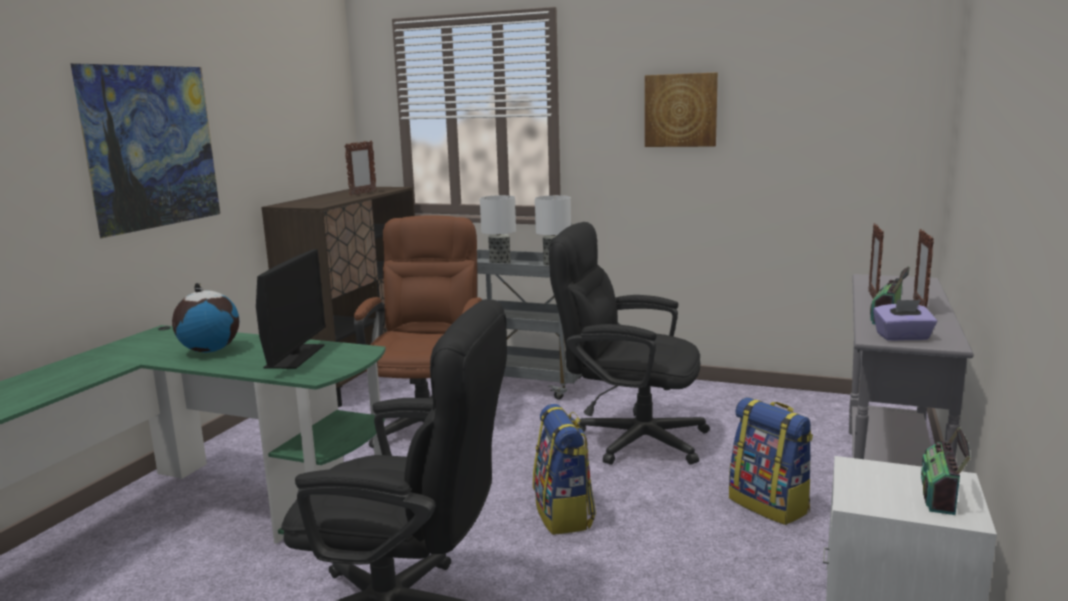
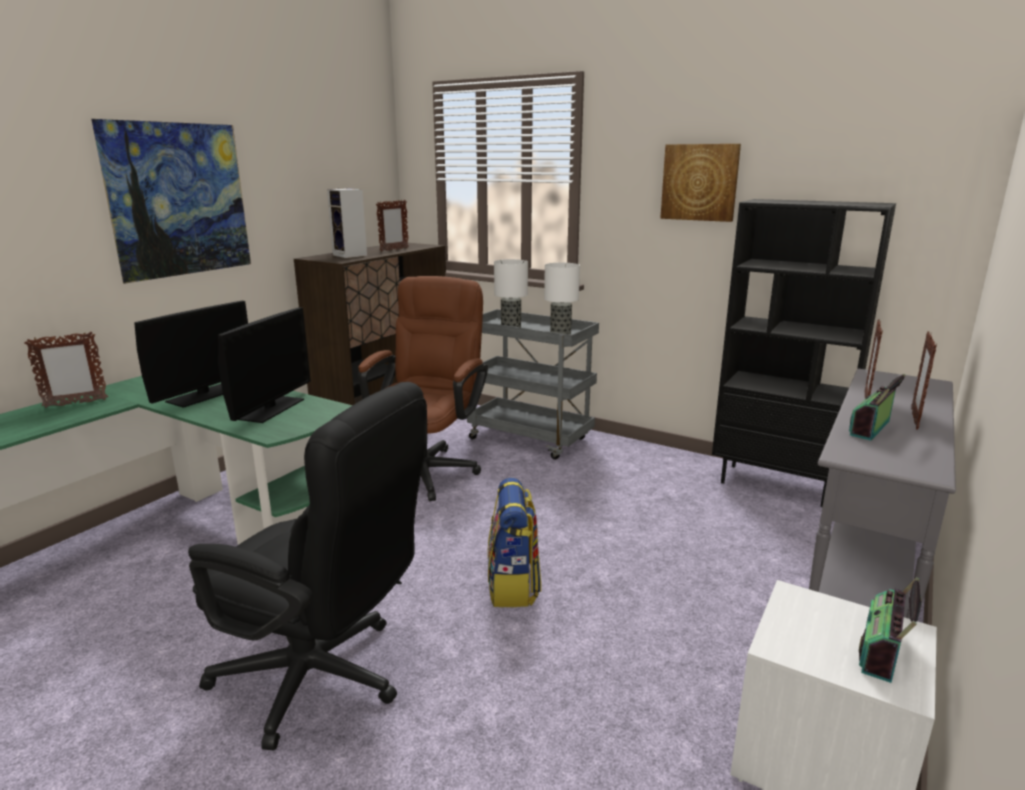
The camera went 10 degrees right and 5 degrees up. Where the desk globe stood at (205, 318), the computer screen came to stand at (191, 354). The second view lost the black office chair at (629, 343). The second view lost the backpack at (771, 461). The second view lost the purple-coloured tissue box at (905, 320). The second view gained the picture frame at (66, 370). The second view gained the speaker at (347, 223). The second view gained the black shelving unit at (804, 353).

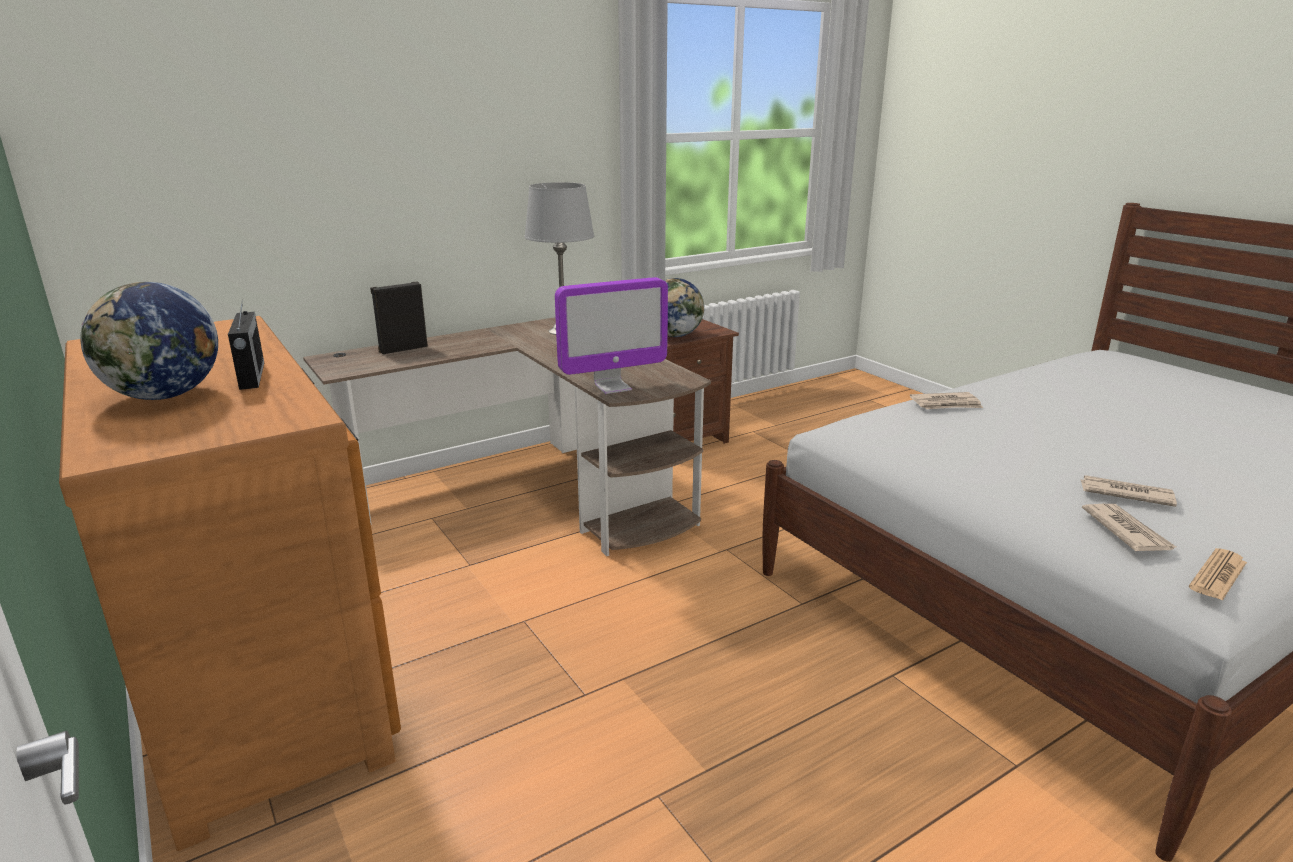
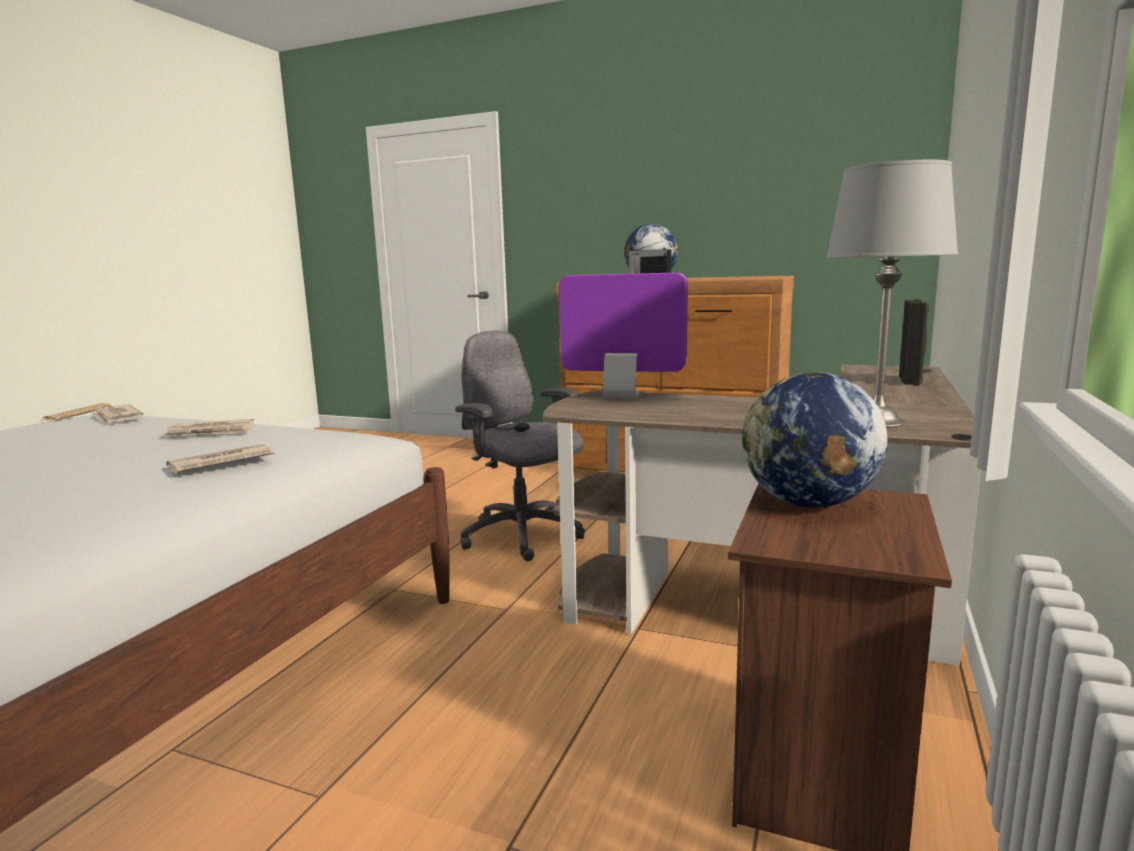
The camera went 145 degrees right and 10 degrees down. The computer screen at (611, 335) ended up facing another way, 75 degrees clockwise from before. The daily paper ended up elsewhere, having gone from (1129, 491) to (209, 428). The second view gained the greyish office chair at (520, 446).

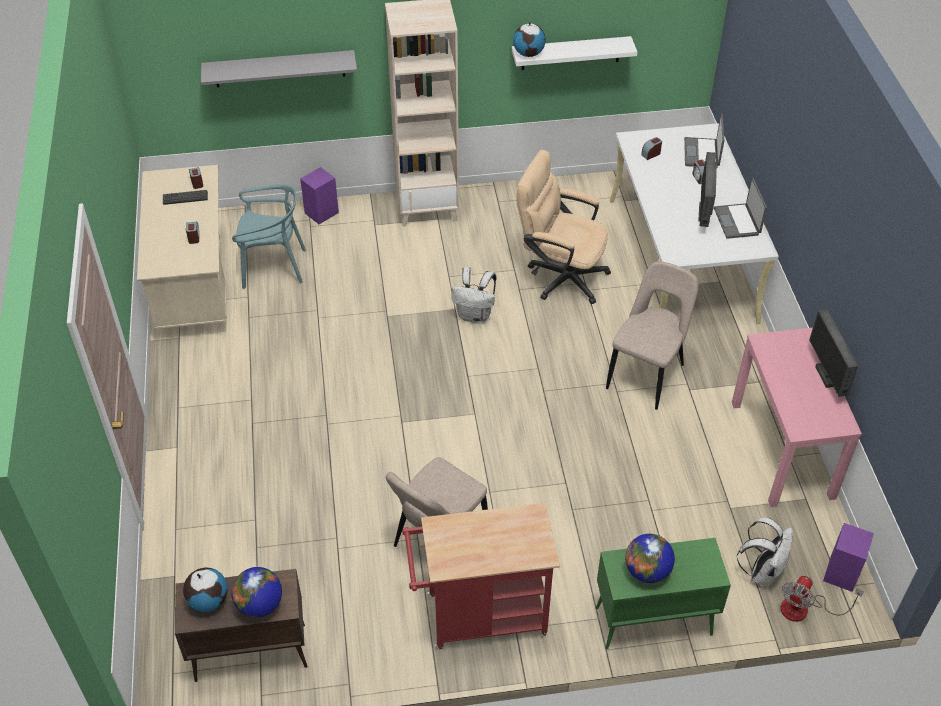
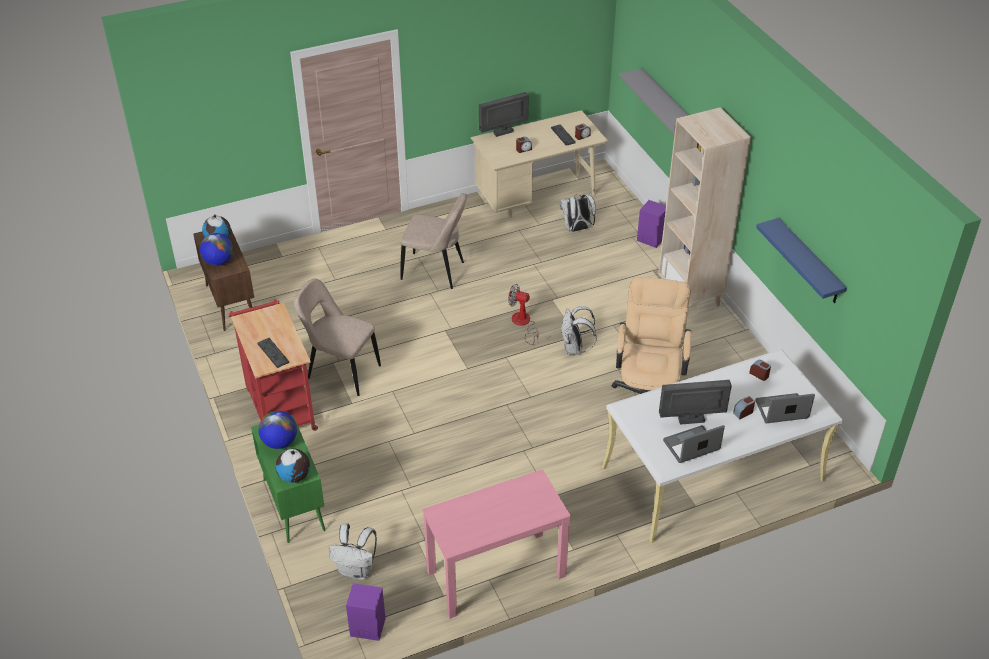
The camera went 75 degrees right and 5 degrees down. Where the turquoise-coloured plain chair stood at (269, 236), the white-coloured backpack came to stand at (578, 213). What was the white-coloured shelf at (574, 53) turned into the blue shelf at (801, 260). The desk globe ended up elsewhere, having gone from (529, 39) to (292, 465). The sand-coloured plain chair ended up elsewhere, having gone from (652, 335) to (433, 241). The cooling fan ended up elsewhere, having gone from (822, 599) to (523, 314). The computer screen ended up elsewhere, having gone from (833, 353) to (504, 114). The second view gained the computer keyboard at (273, 353).

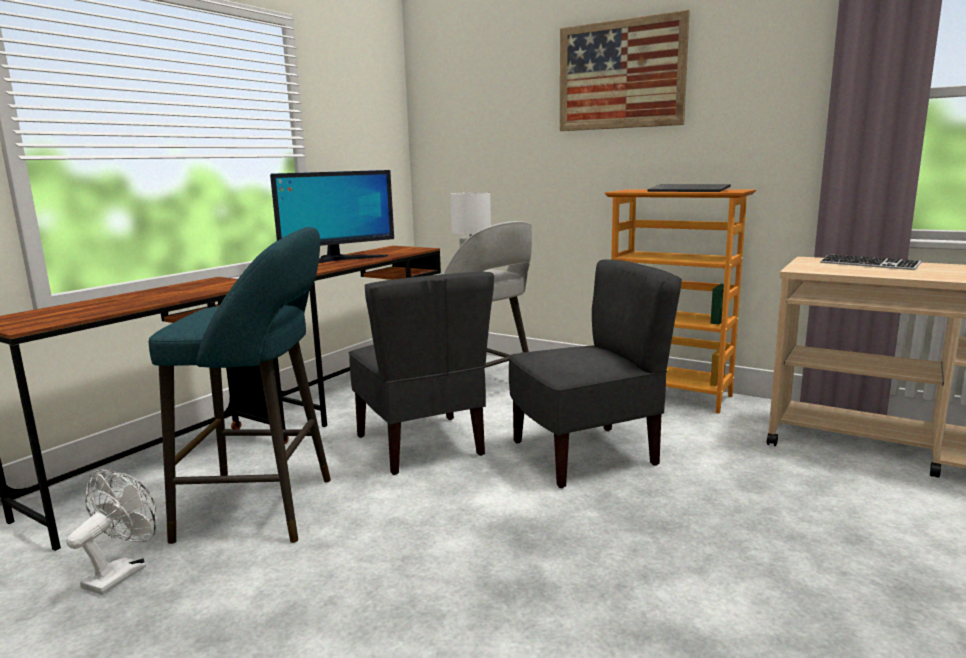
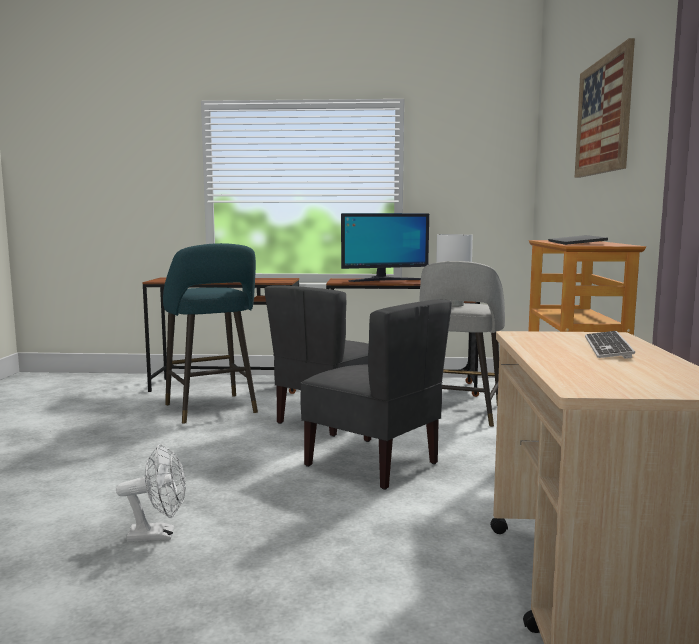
The camera went 60 degrees right and 5 degrees down. The white-coloured cooling fan ended up elsewhere, having gone from (111, 532) to (151, 493). The computer screen at (332, 216) ended up facing another way, 45 degrees counterclockwise from before.

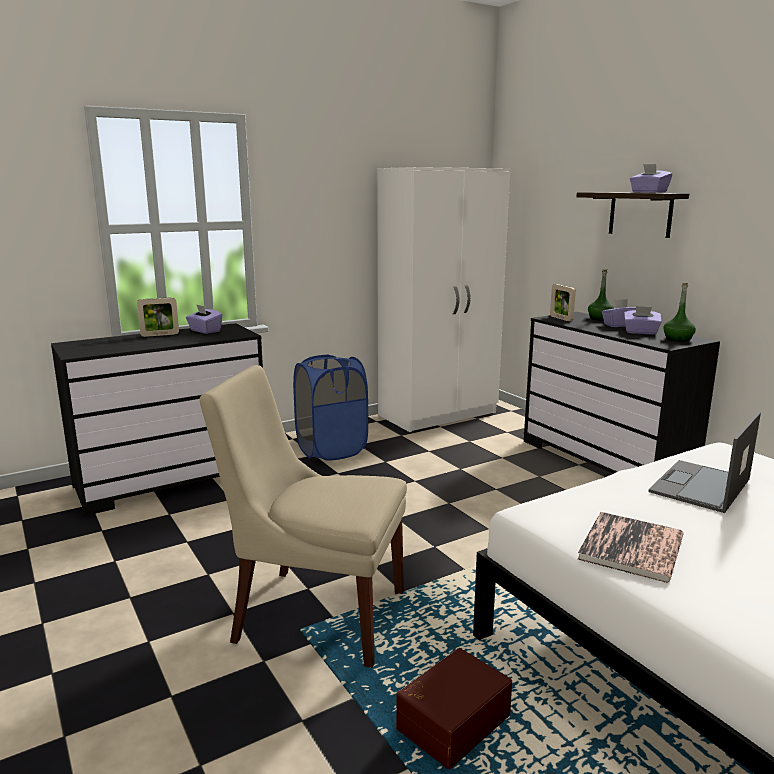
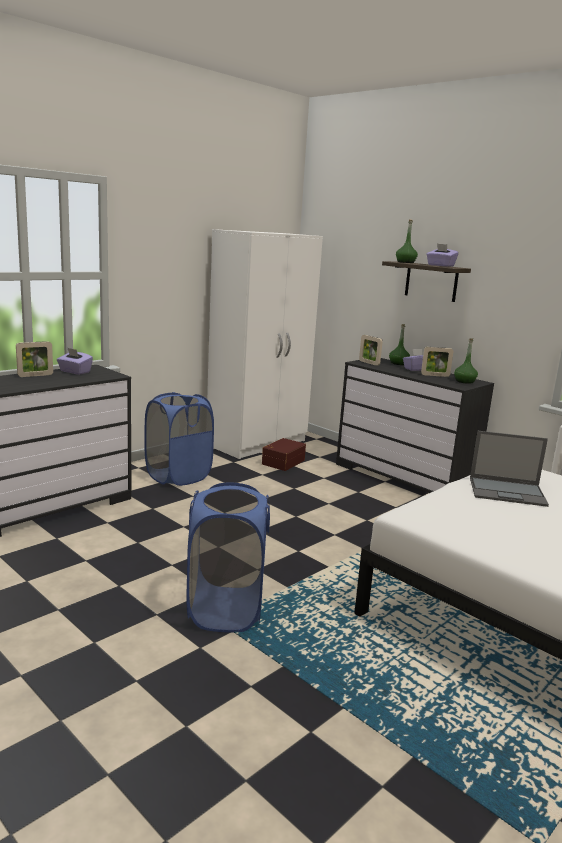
The camera went 15 degrees left and 0 degrees up. Where the sand-coloured plain chair stood at (303, 516), the blue washing basket came to stand at (228, 557). The brown-coloured storage bin ended up elsewhere, having gone from (454, 708) to (284, 454). The second view lost the volume at (630, 547). Where the purple-coloured tissue box stood at (642, 320), the picture frame came to stand at (437, 362). The notebook computer at (704, 462) ended up facing another way, 105 degrees counterclockwise from before. The second view gained the green drink bottle at (407, 241).

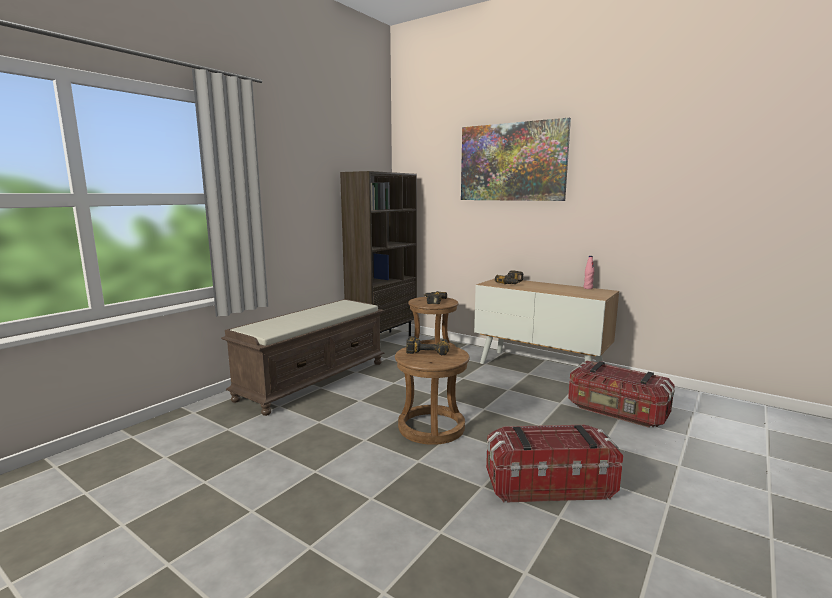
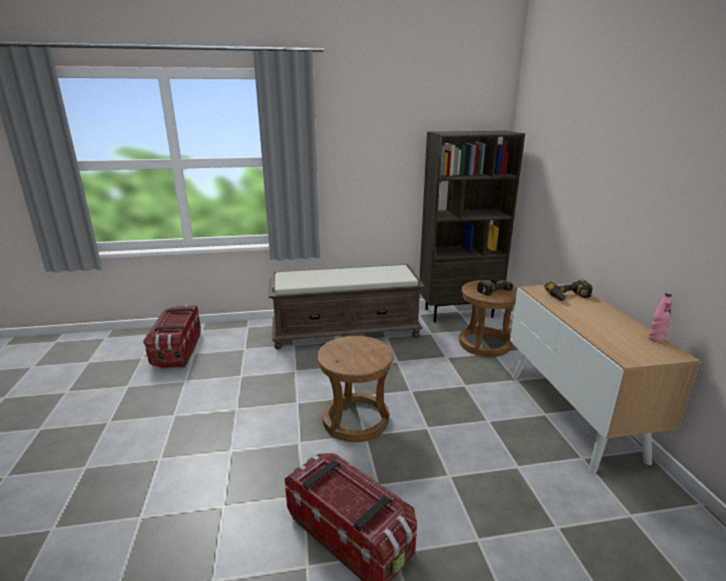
The camera went 45 degrees right and 10 degrees up. The second view lost the drill at (427, 345). The second view lost the wall art at (516, 159). The storage bin ended up elsewhere, having gone from (621, 394) to (172, 336).

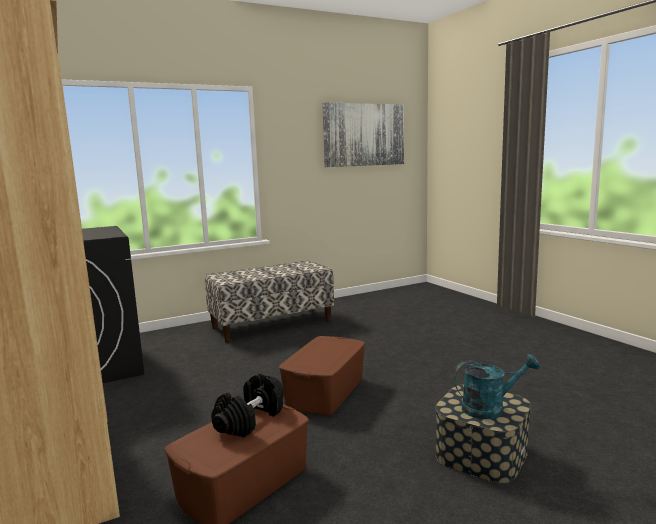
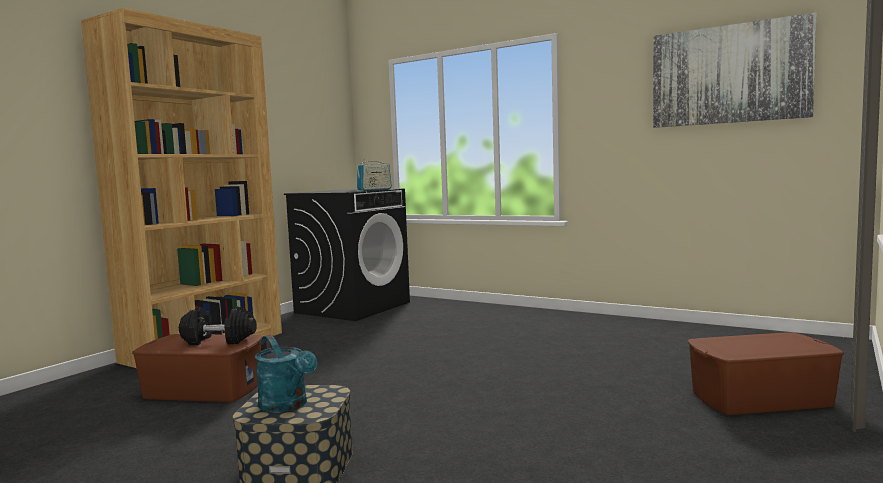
The camera went 60 degrees right and 5 degrees down. The second view lost the long seat at (269, 301). The brown-coloured storage bin ended up elsewhere, having gone from (322, 375) to (766, 373). The second view gained the radio set at (374, 174).

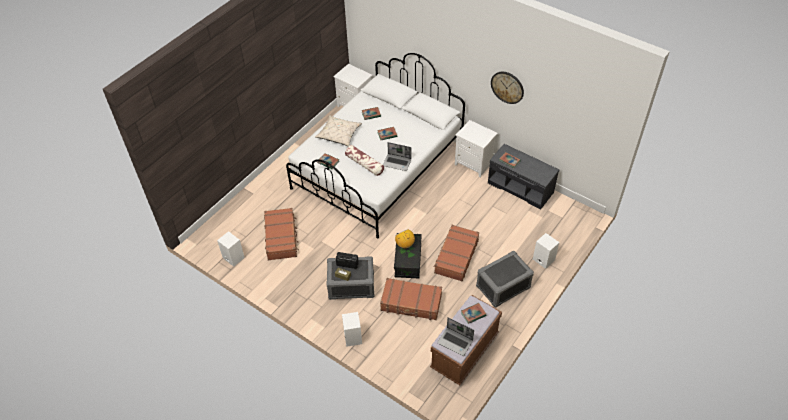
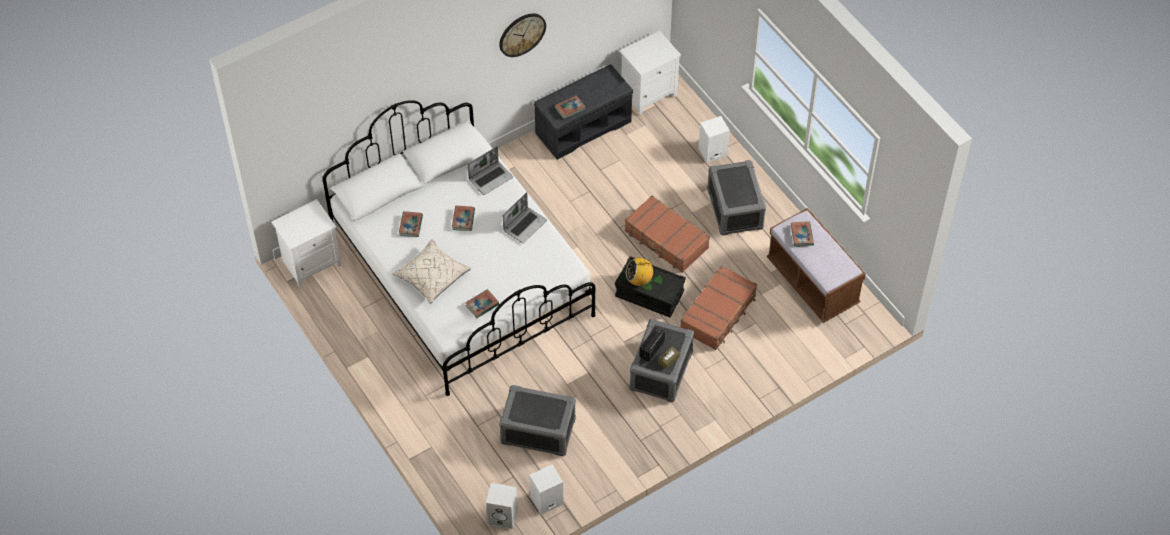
The camera went 70 degrees left and 5 degrees up. Where the brown-coloured piece of luggage stood at (281, 234), the greyish storage bin came to stand at (537, 420). The white-coloured speaker ended up elsewhere, having gone from (352, 329) to (502, 506). The second view lost the cushion at (364, 160). The notebook computer ended up elsewhere, having gone from (455, 336) to (490, 170). The white-coloured night table ended up elsewhere, having gone from (476, 149) to (650, 73).

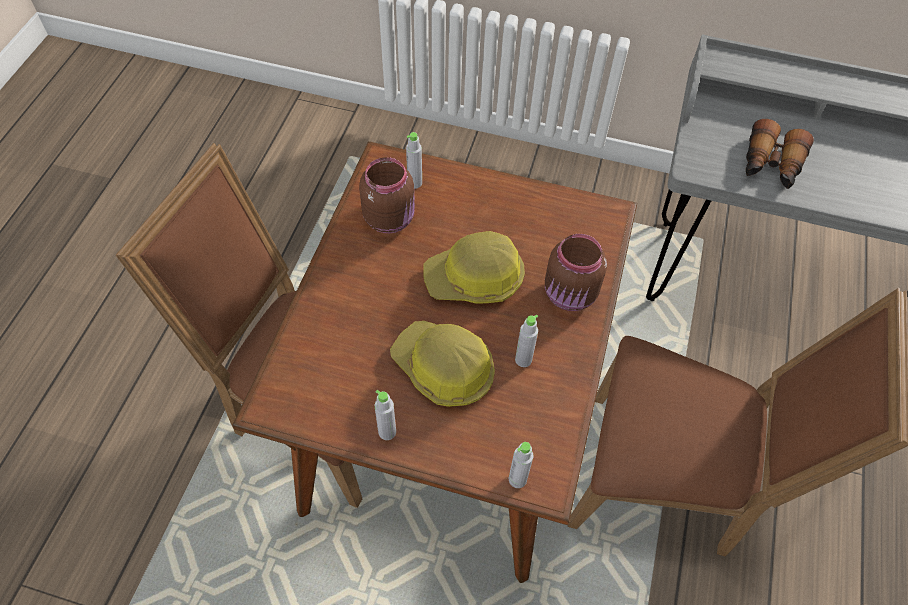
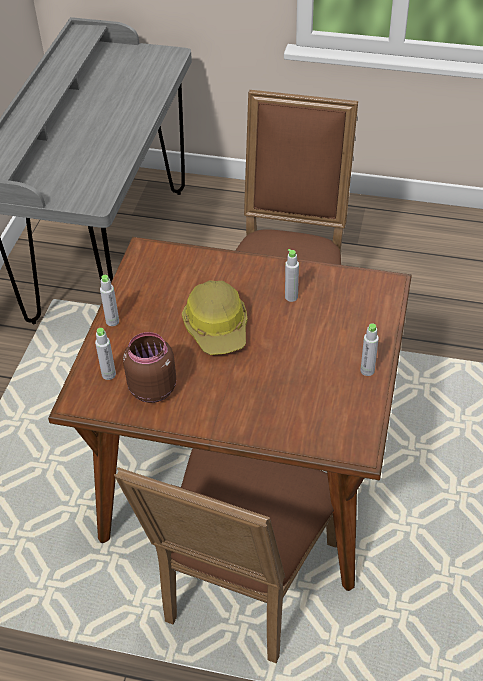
The camera went 90 degrees left and 10 degrees down. The second view lost the hard hat at (442, 364). The greyish drink bottle ended up elsewhere, having gone from (521, 465) to (109, 300). The second view lost the brown-coloured preserve jar at (576, 272). The second view lost the binoculars at (780, 154).

